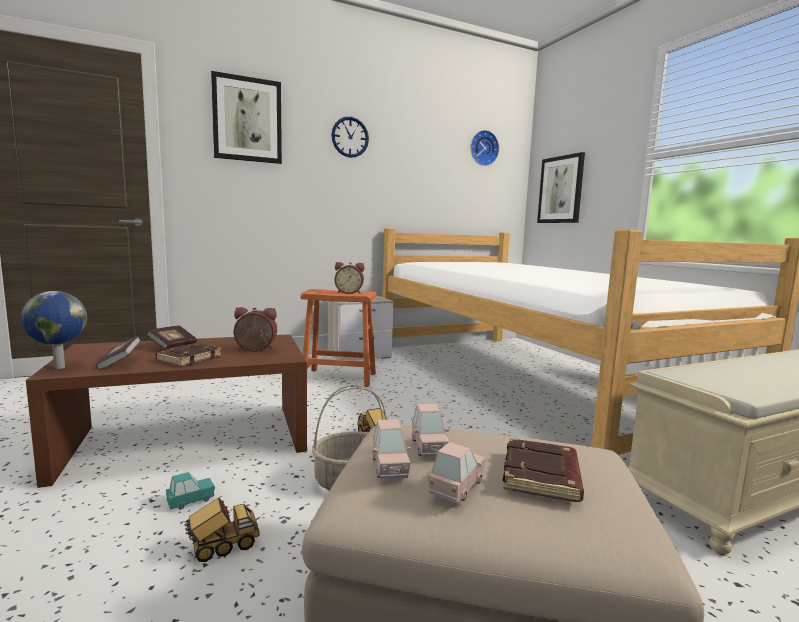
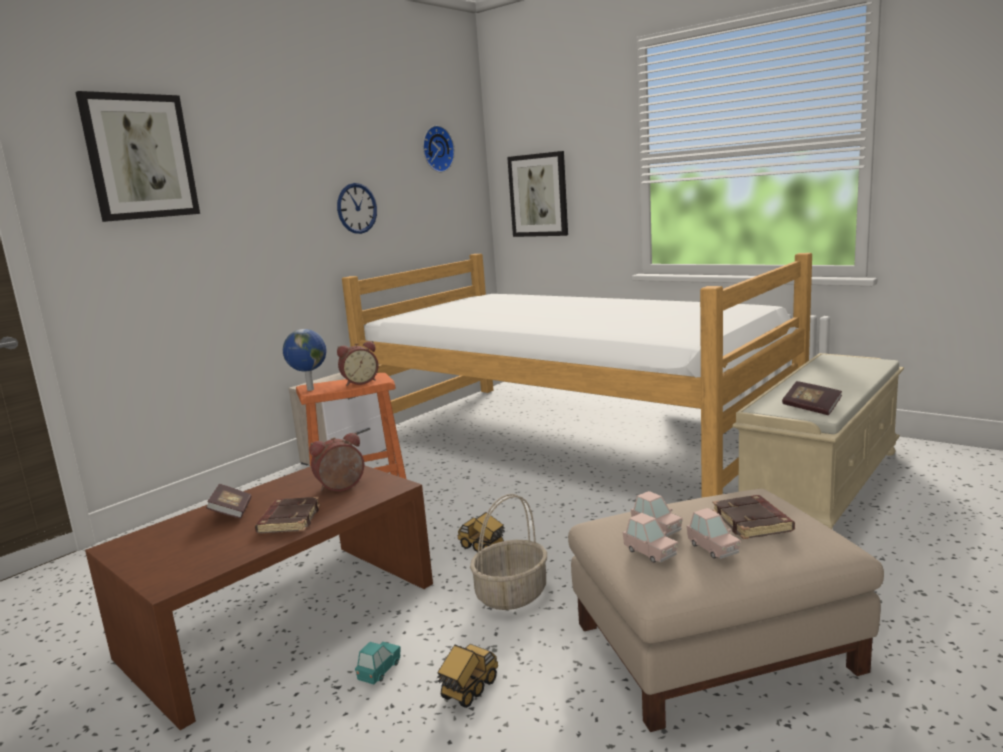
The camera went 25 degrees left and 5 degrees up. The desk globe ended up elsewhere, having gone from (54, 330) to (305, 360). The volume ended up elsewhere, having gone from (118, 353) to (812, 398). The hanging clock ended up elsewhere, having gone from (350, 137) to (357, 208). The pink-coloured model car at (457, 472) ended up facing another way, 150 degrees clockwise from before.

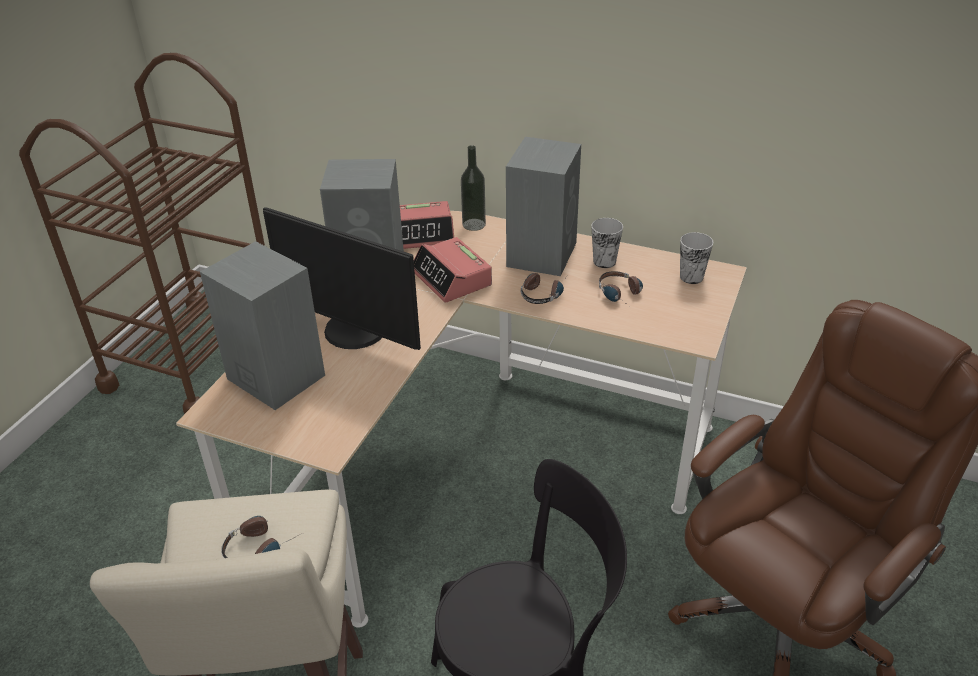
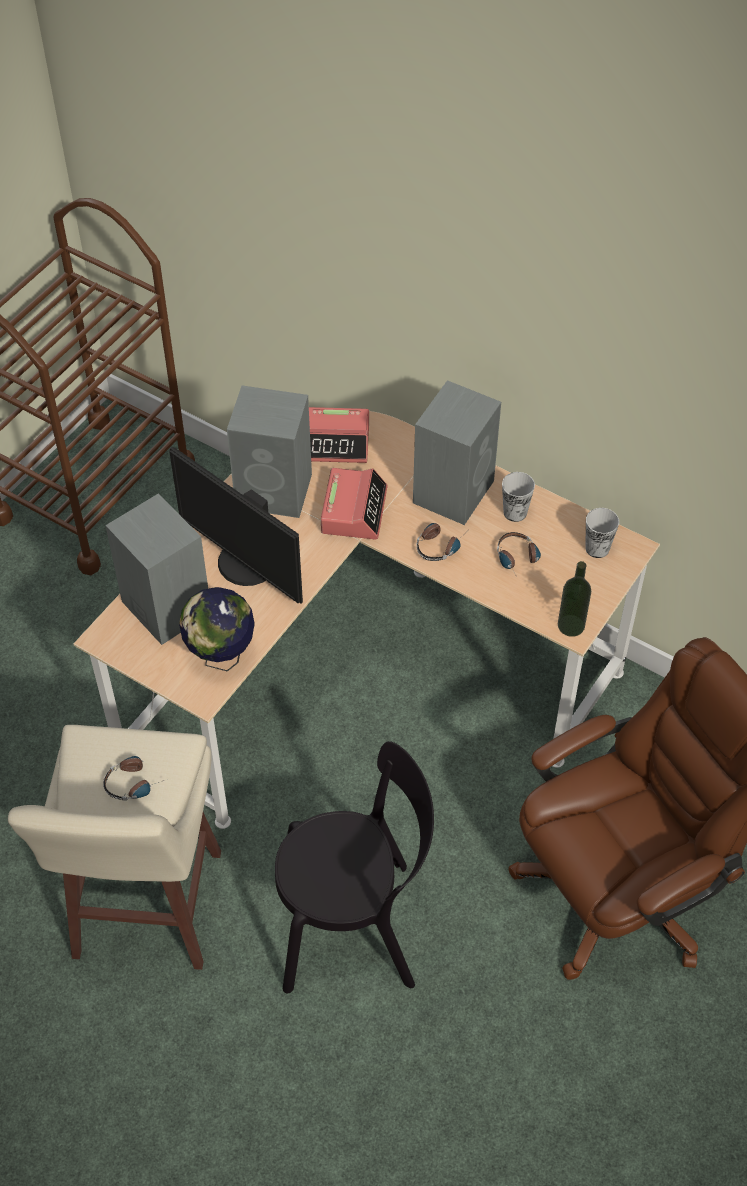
The camera went 10 degrees right and 15 degrees up. The table clock at (453, 270) ended up facing another way, 150 degrees counterclockwise from before. The drink bottle ended up elsewhere, having gone from (473, 188) to (574, 599). The second view gained the desk globe at (217, 629).

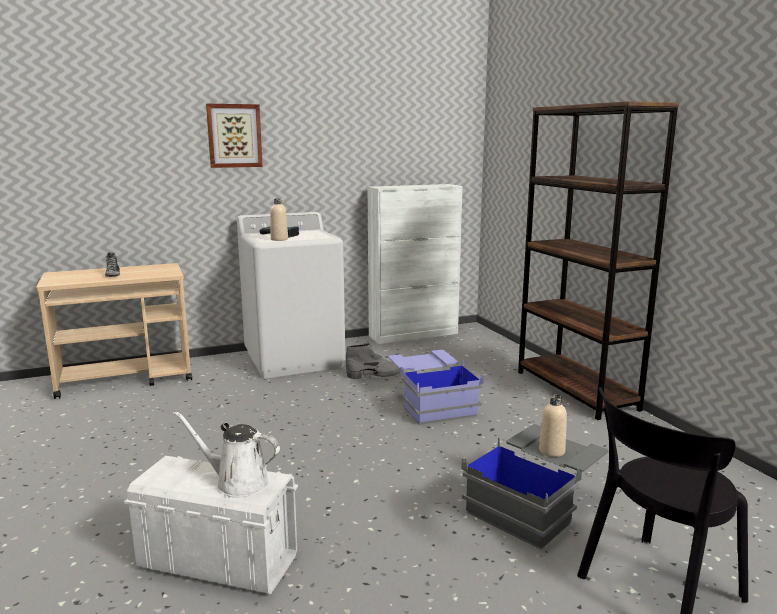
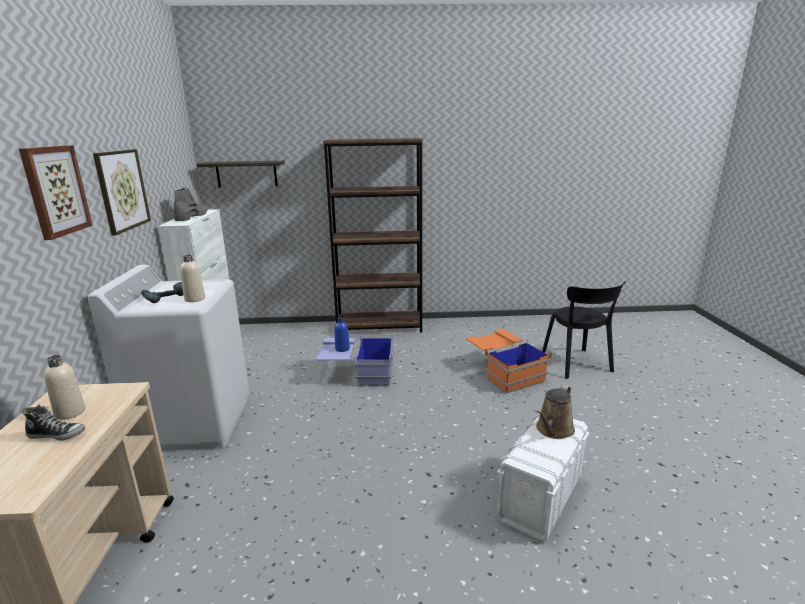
The camera went 70 degrees left and 5 degrees up. What was the white-coloured watering pot at (226, 454) turned into the brown-coloured watering pot at (555, 412). The greyish high-top boot ended up elsewhere, having gone from (373, 361) to (189, 204). What was the greyish storage bin at (535, 486) turned into the orangey storage bin at (509, 361). The sand-coloured drink bottle ended up elsewhere, having gone from (553, 426) to (64, 387). The second view gained the wall art at (122, 192). The second view gained the shelf at (241, 174). The second view gained the blue drink bottle at (342, 334).

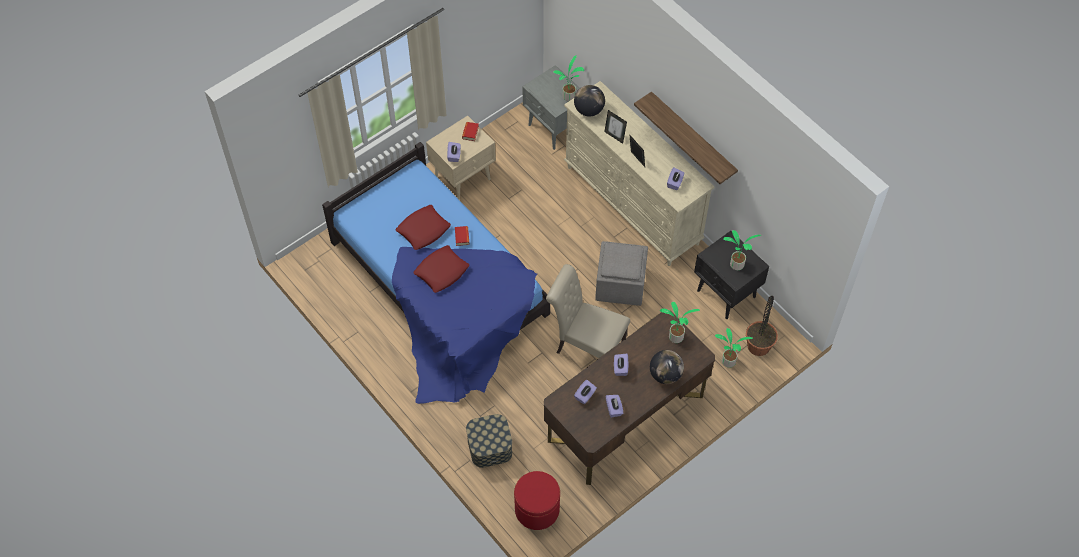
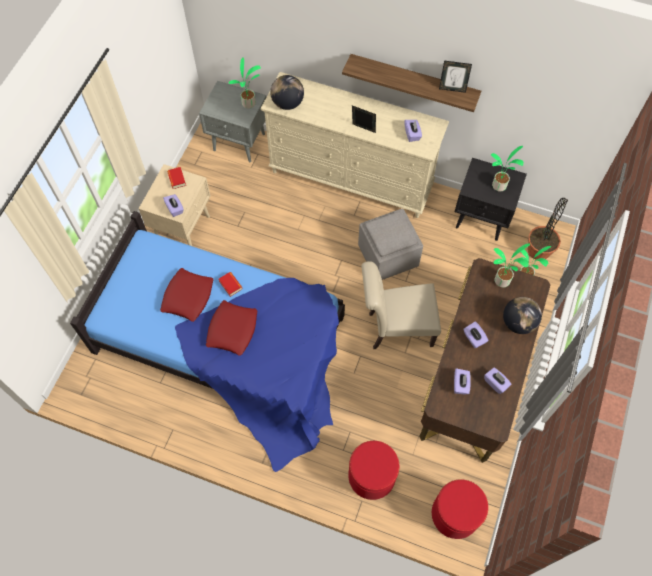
The camera went 30 degrees left and 5 degrees up. Where the storage bin stood at (489, 441), the red ottoman came to stand at (373, 470). The picture frame ended up elsewhere, having gone from (615, 127) to (455, 77).

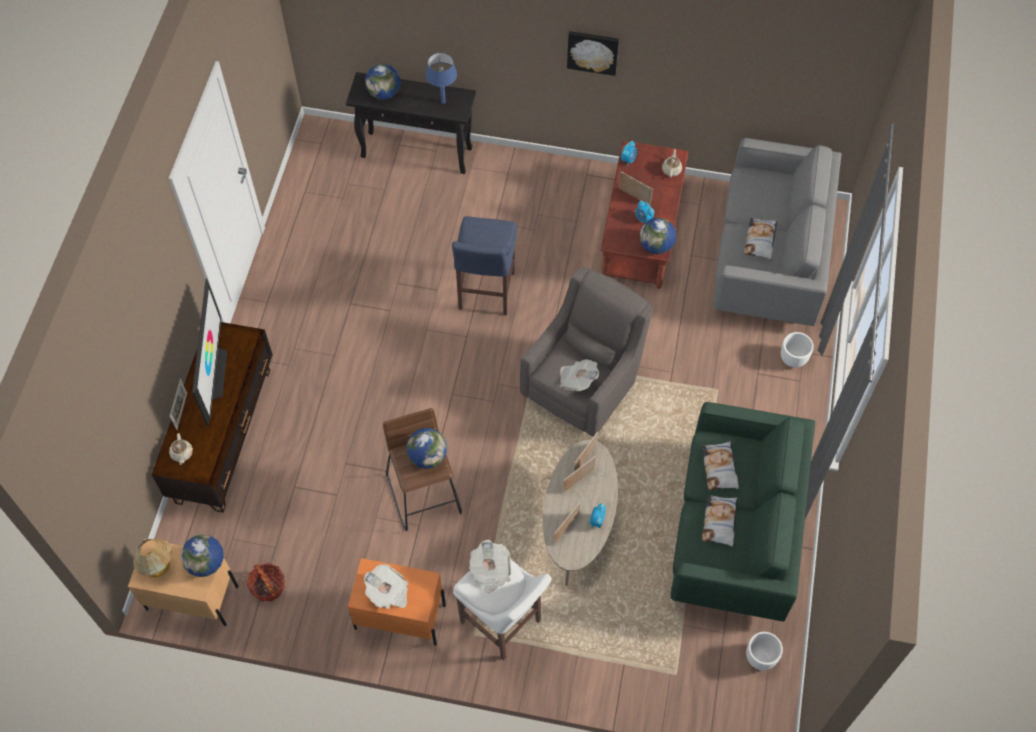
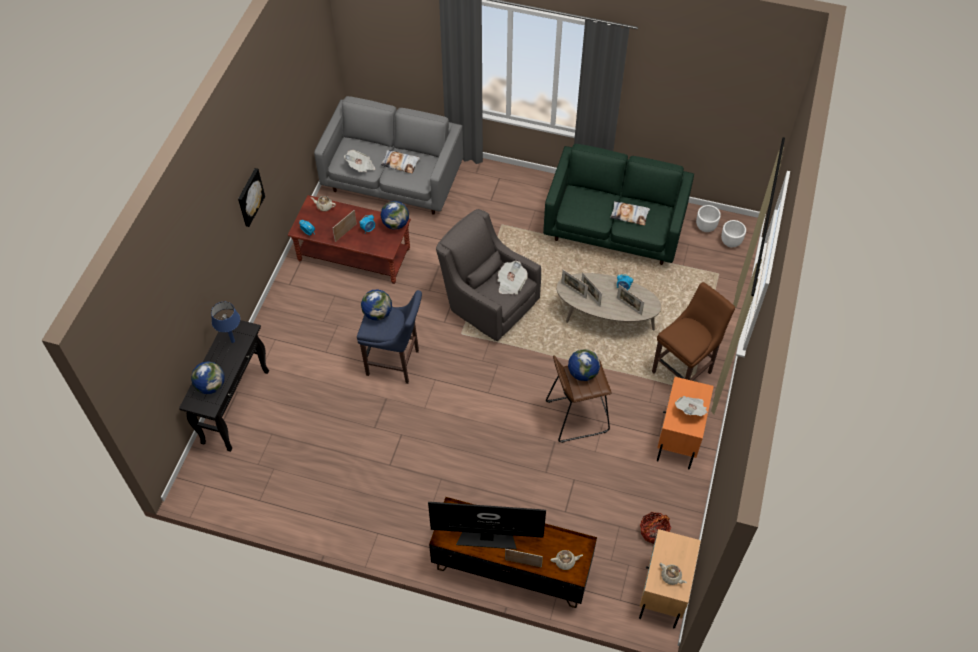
The camera went 85 degrees left and 5 degrees down. Where the tabletop lamp stood at (152, 558), the sand-coloured pot for tea came to stand at (673, 574). The desk globe ended up elsewhere, having gone from (202, 556) to (376, 305). What was the white-coloured stool at (502, 609) turned into the brown-coloured stool at (693, 331). The daily paper ended up elsewhere, having gone from (490, 566) to (360, 161). The second view lost the cushion at (720, 465). The white-coloured plant pot ended up elsewhere, having gone from (797, 350) to (733, 233).

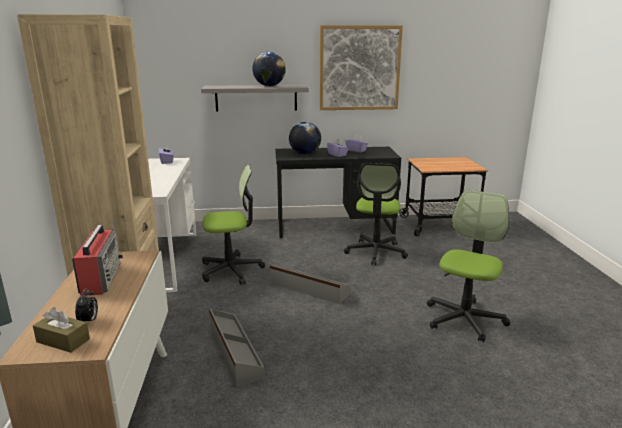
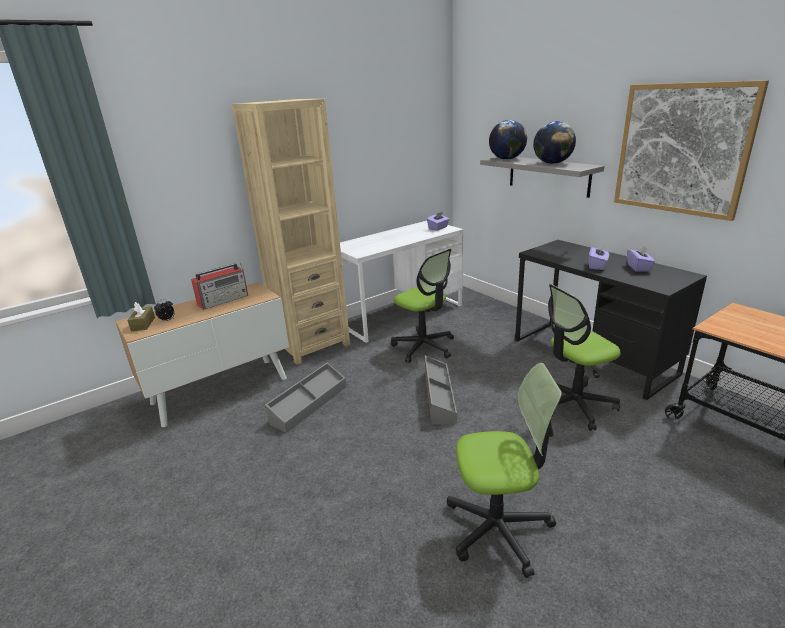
The camera went 60 degrees right and 5 degrees up. The desk globe ended up elsewhere, having gone from (305, 138) to (508, 140).

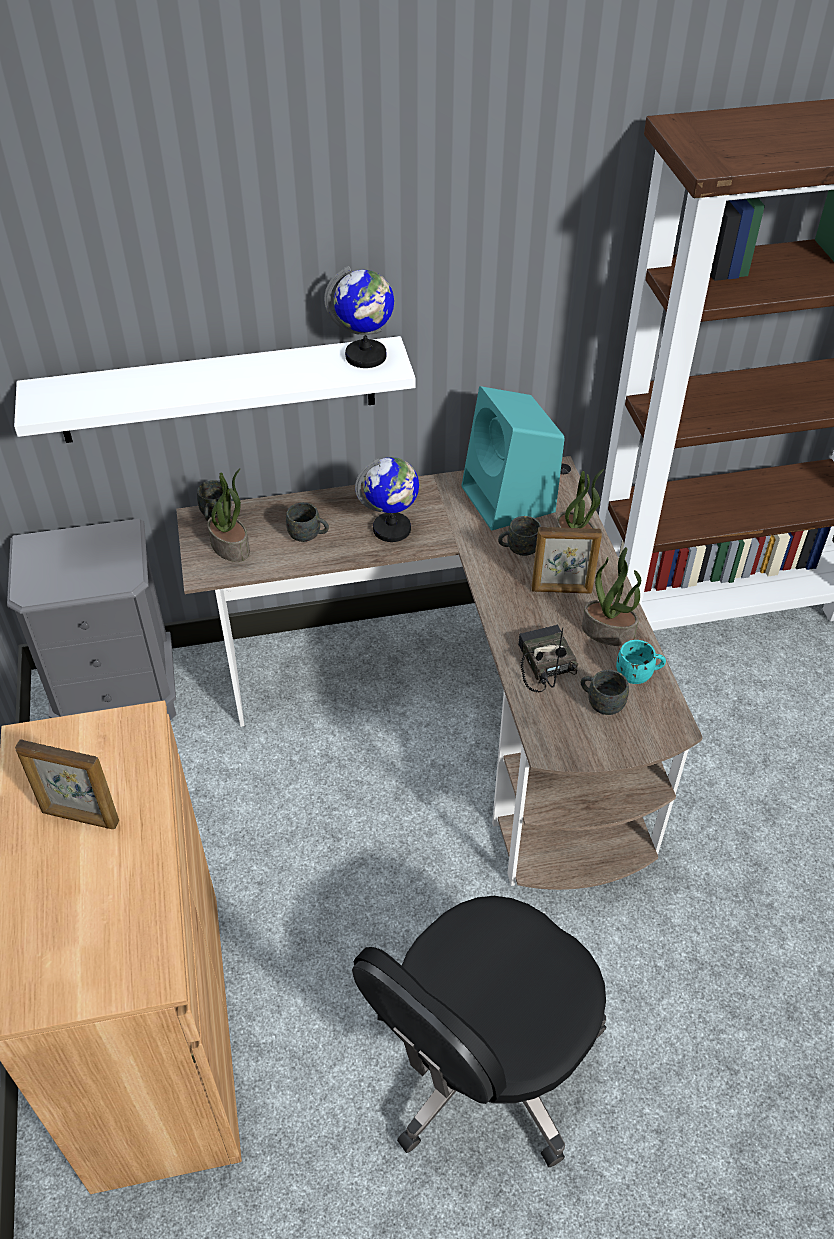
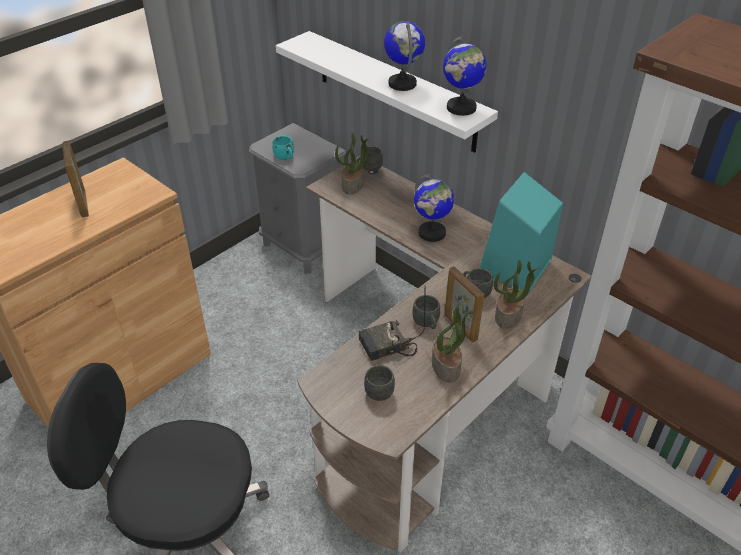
The camera went 55 degrees right and 5 degrees down. The greyish mug ended up elsewhere, having gone from (307, 522) to (426, 312). The radio set at (548, 658) ended up facing another way, 150 degrees counterclockwise from before. The turquoise-coloured mug ended up elsewhere, having gone from (641, 662) to (283, 148). The second view gained the desk globe at (404, 56).

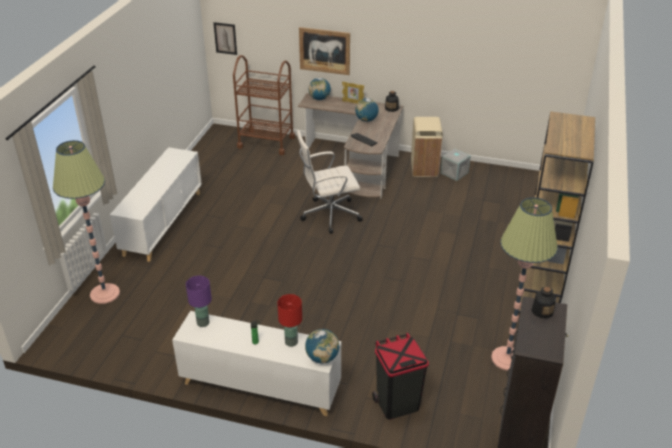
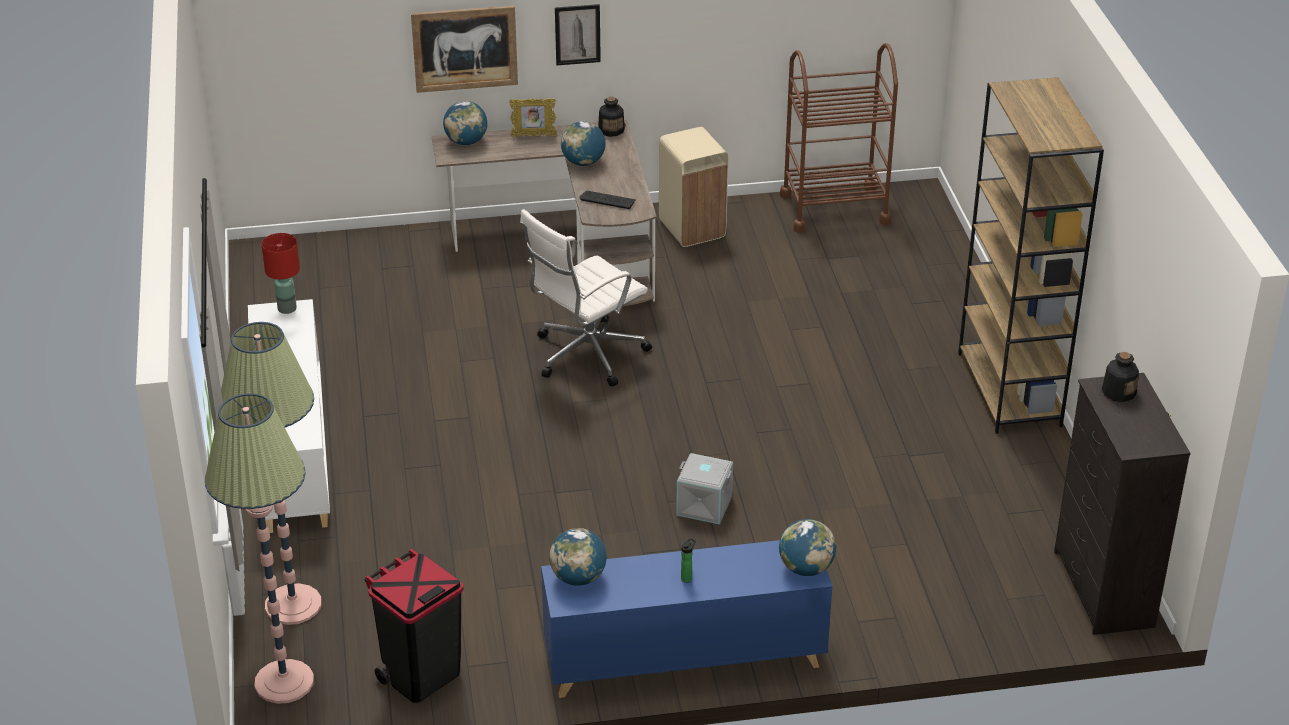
The camera went 25 degrees left and 0 degrees up. What was the white-coloured cupboard at (256, 363) turned into the blue cupboard at (686, 619). Where the purple-coloured tabletop lamp stood at (199, 301), the desk globe came to stand at (578, 557). The wall art ended up elsewhere, having gone from (225, 38) to (578, 34). The brown-coloured trolley ended up elsewhere, having gone from (264, 105) to (839, 138). The red tabletop lamp ended up elsewhere, having gone from (289, 320) to (281, 273). The black rubbish bin ended up elsewhere, having gone from (400, 376) to (414, 626). The greyish storage bin ended up elsewhere, having gone from (456, 165) to (704, 489). The floor lamp ended up elsewhere, having gone from (524, 284) to (259, 548).

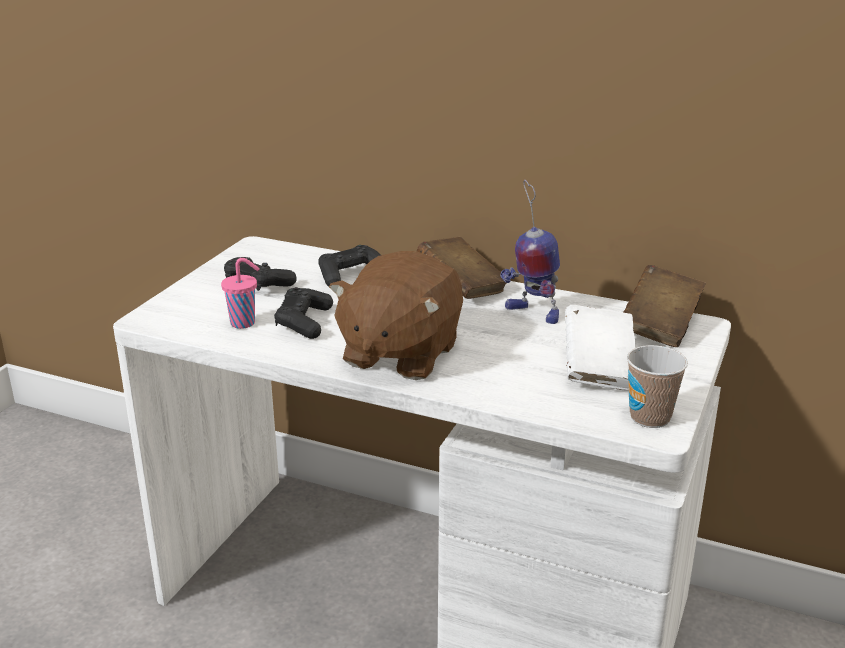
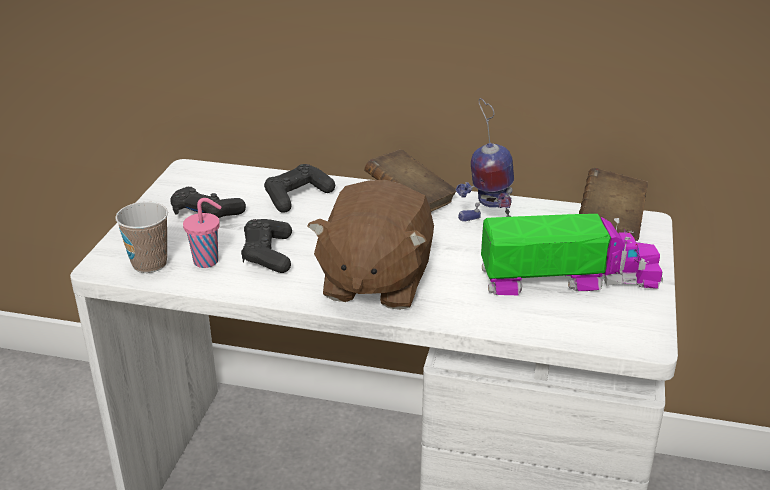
The camera went 10 degrees left and 5 degrees up. Where the white-coloured volume stood at (600, 348), the model truck came to stand at (572, 254). The drinking cup ended up elsewhere, having gone from (657, 386) to (141, 237).

